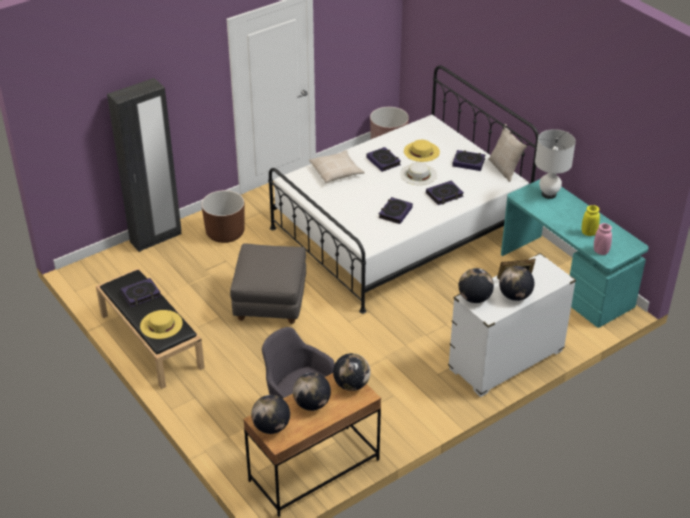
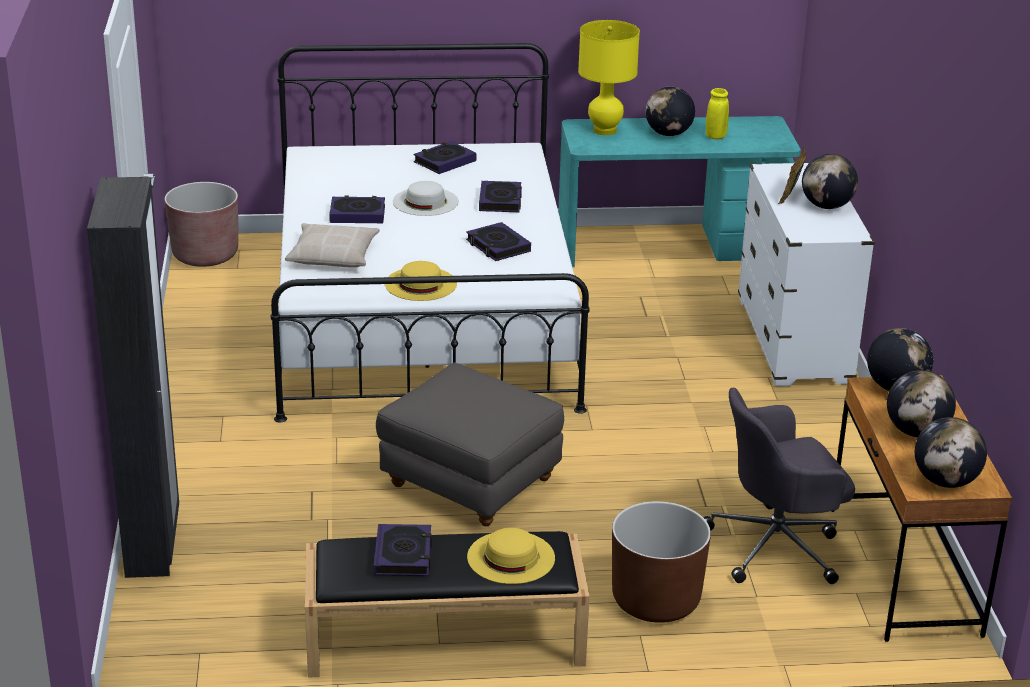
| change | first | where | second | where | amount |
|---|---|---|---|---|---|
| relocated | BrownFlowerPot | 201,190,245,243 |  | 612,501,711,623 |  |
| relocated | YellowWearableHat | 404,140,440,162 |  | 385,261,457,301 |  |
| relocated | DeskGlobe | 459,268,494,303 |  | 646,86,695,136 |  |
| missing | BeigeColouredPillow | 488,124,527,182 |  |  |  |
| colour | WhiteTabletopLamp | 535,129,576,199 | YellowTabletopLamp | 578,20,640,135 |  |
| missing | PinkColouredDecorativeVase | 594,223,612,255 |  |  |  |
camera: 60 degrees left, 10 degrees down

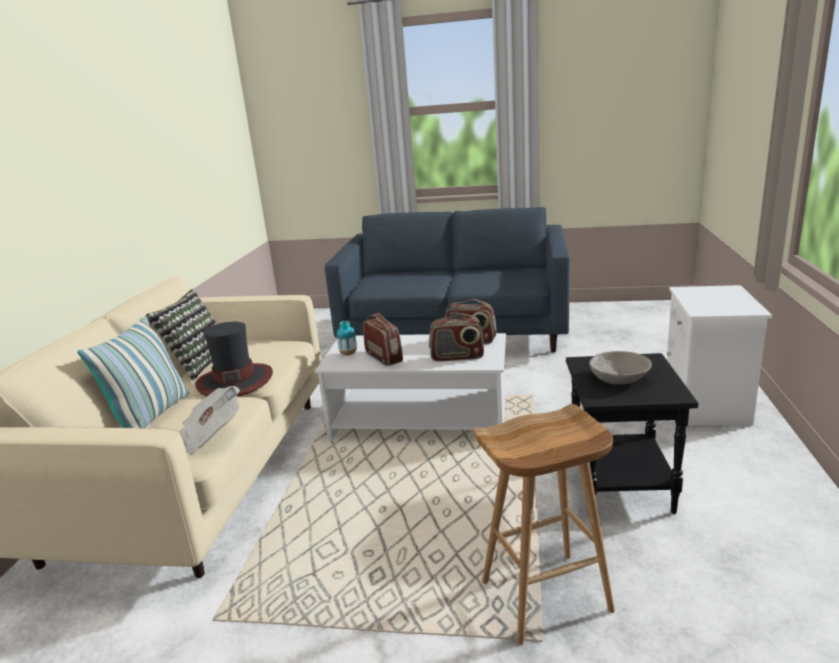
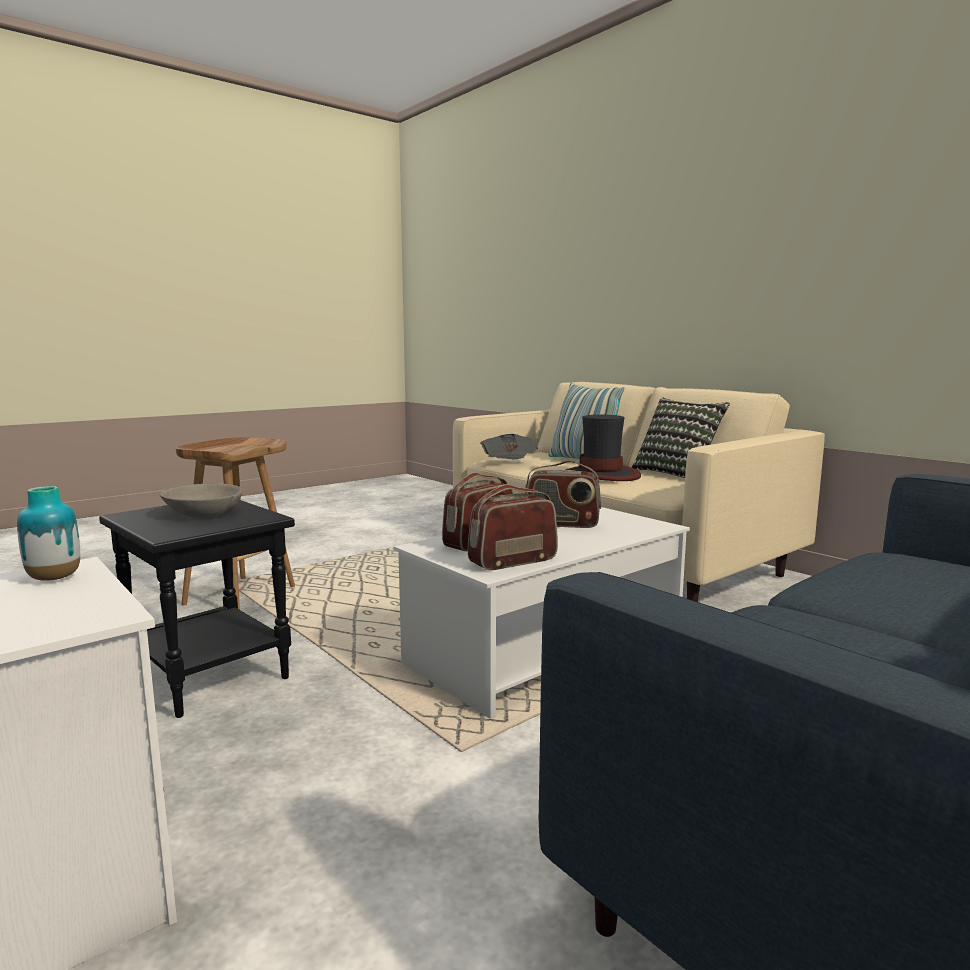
| change | first | where | second | where | amount |
|---|---|---|---|---|---|
| relocated | DecorativeVase | 337,321,357,356 |  | 17,486,80,581 |  |
camera: 130 degrees right, 10 degrees down

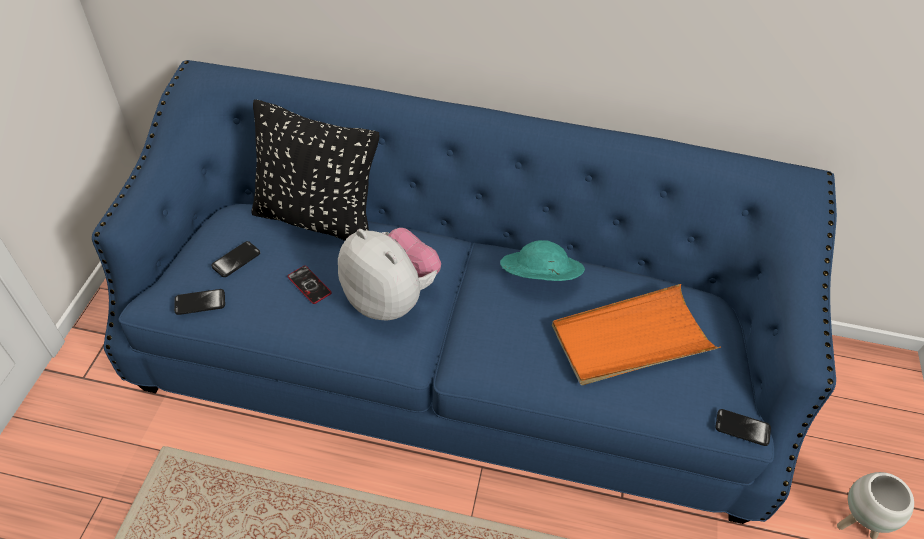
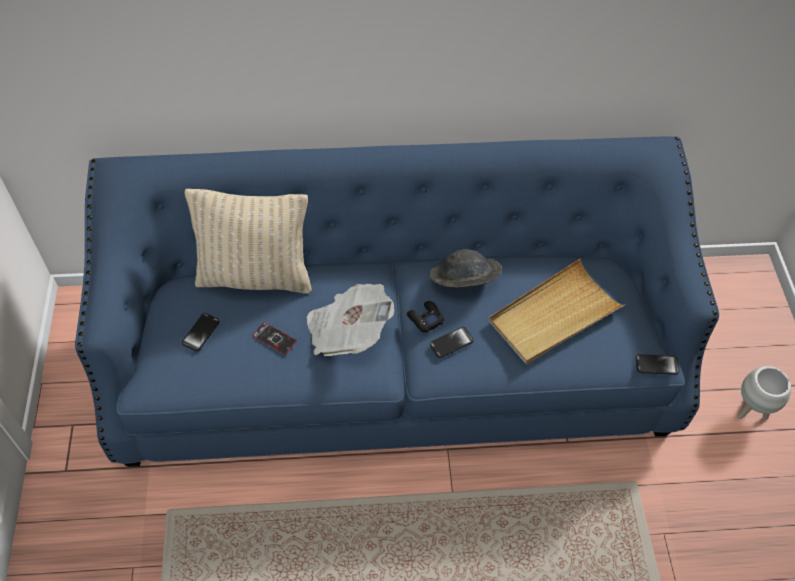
| change | first | where | second | where | amount |
|---|---|---|---|---|---|
| relocated | Telephone | 174,289,225,315 |  | 430,327,474,358 |  |
| colour | BlackishPillow | 251,99,379,241 | BeigeColouredPillow | 185,189,312,294 |  |
| exchanged | PlushToy | 338,228,441,321 | PrintedPaper | 306,284,394,356 |  |
| colour | BlueGreenWearableHat | 500,240,585,281 | GreyishWearableHat | 429,249,502,288 |  |
| colour | OrangeColouredTray | 552,284,721,385 | BeigeColouredTray | 488,259,626,364 |  |
| appeared |  |  | BlackishGameController | 407,301,444,333 |  |
camera: 15 degrees left, 5 degrees up

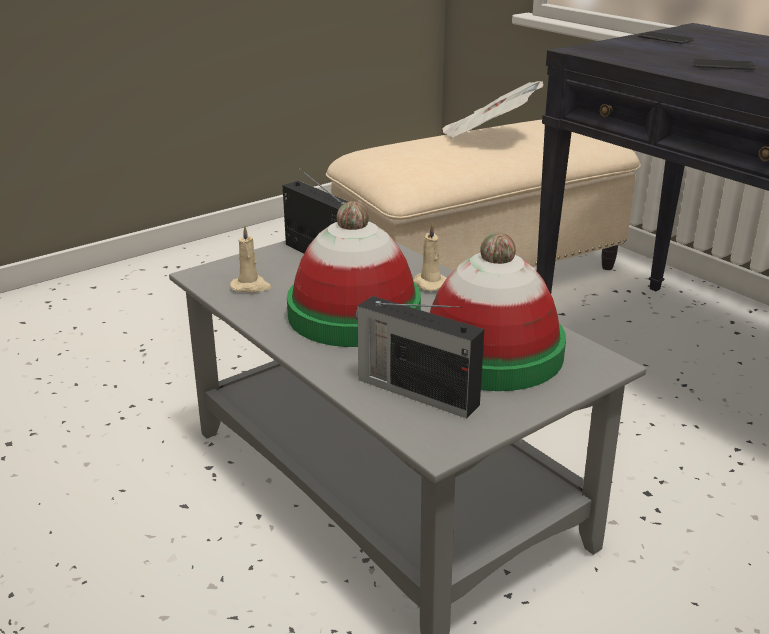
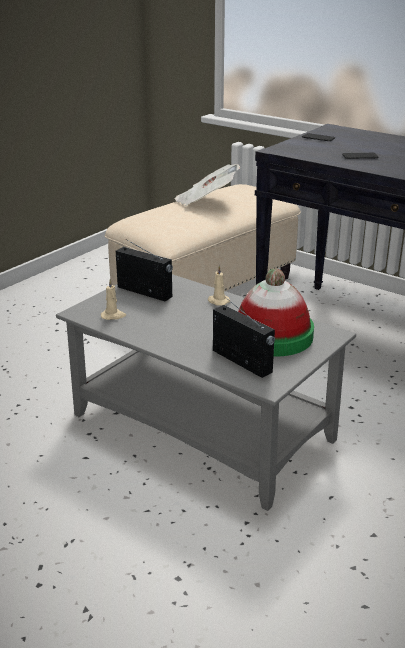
| change | first | where | second | where | amount |
|---|---|---|---|---|---|
| missing | WearableHat | 287,201,421,347 |  |  |  |
| spun | Radio | 356,296,484,418 |  | 213,298,275,378 | 150 degrees counterclockwise |
camera: 15 degrees left, 0 degrees up

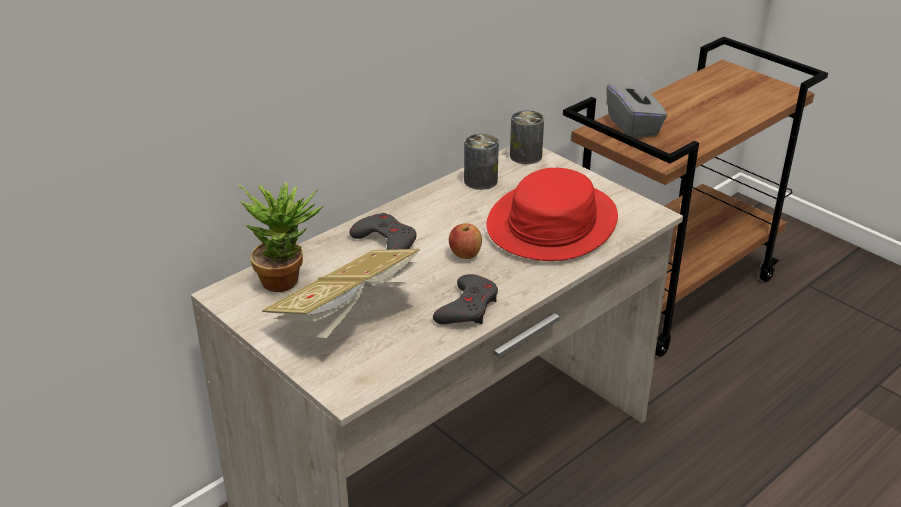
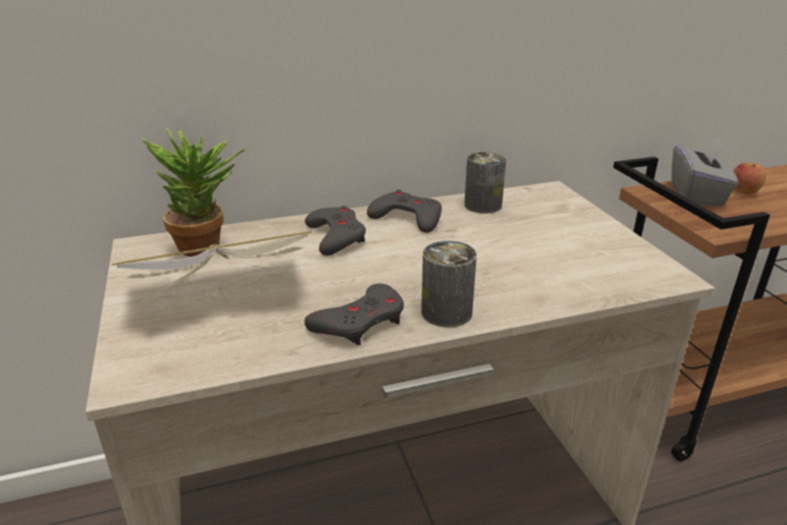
| change | first | where | second | where | amount |
|---|---|---|---|---|---|
| relocated | AppleFruit | 449,223,482,259 |  | 733,163,766,195 |  |
| missing | ReddishWearableHat | 486,168,618,261 |  |  |  |
| relocated | Can | 510,110,544,164 |  | 421,241,477,327 |  |
| appeared |  |  | GreyishGameController | 367,190,442,233 |  |
camera: 25 degrees right, 5 degrees down

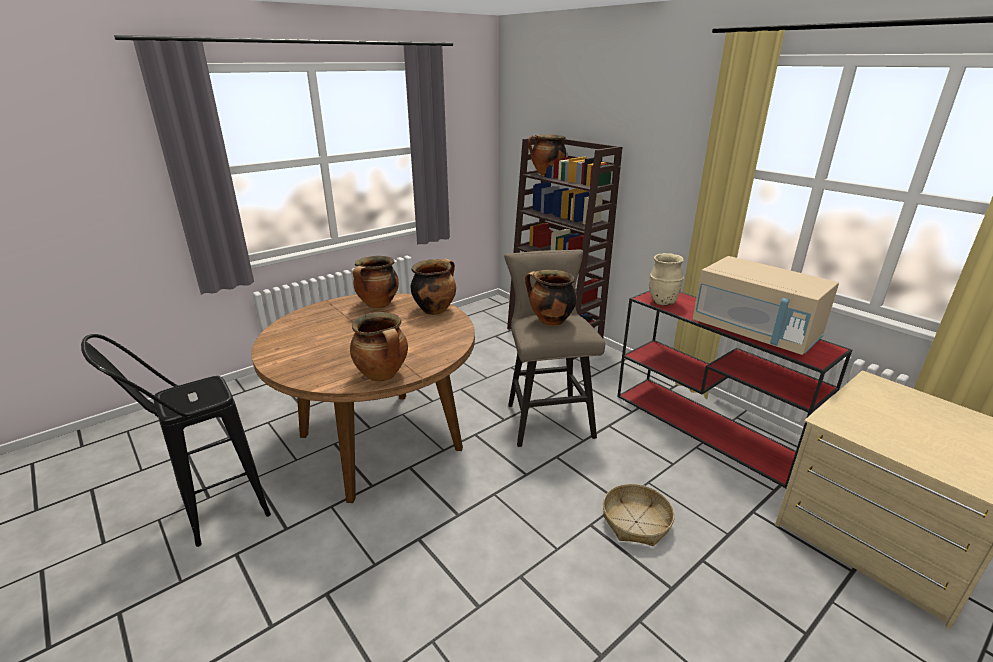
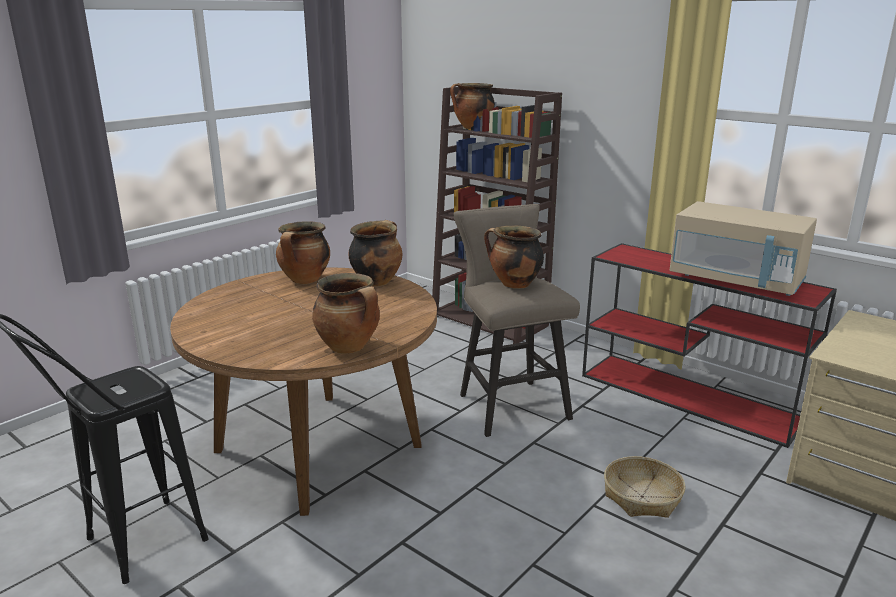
| change | first | where | second | where | amount |
|---|---|---|---|---|---|
| missing | BeigeColouredDecorativeVase | 649,253,684,305 |  |  |  |
camera: 10 degrees left, 5 degrees down

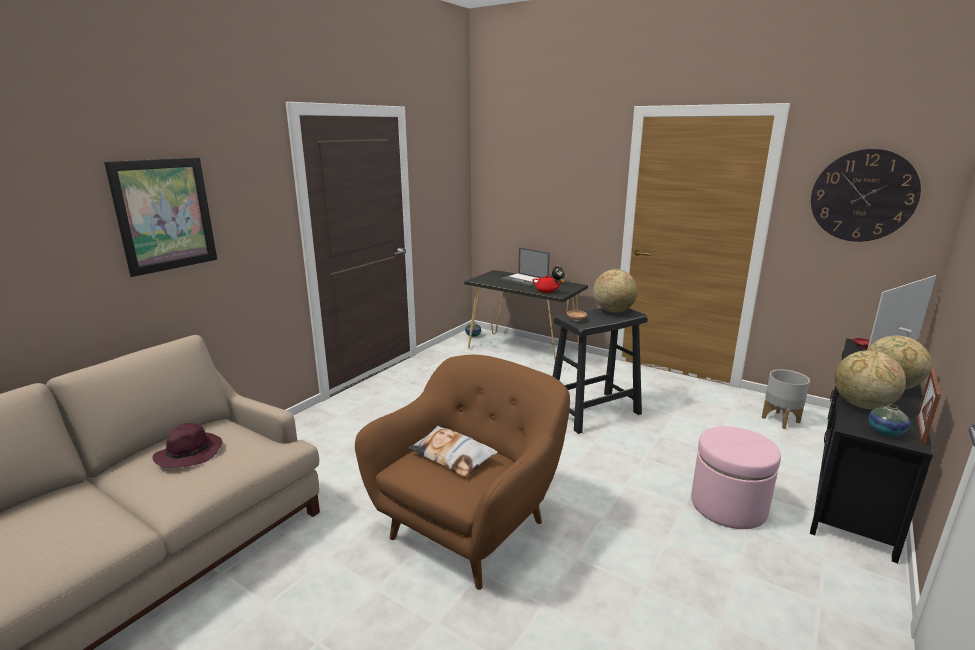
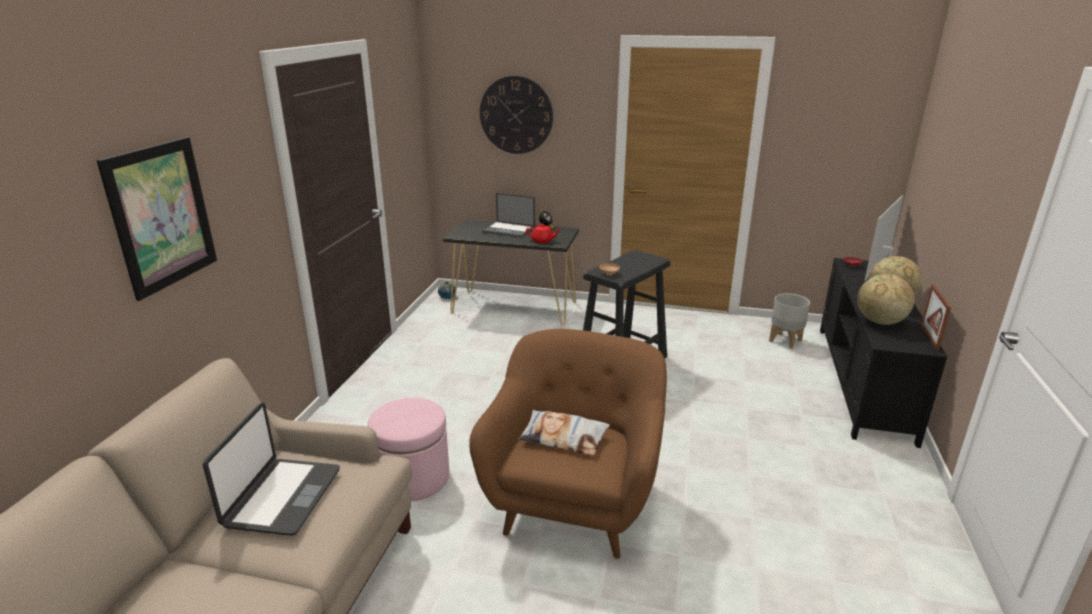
| change | first | where | second | where | amount |
|---|---|---|---|---|---|
| exchanged | PurpleWearableHat | 153,423,222,468 | NotebookComputer | 203,403,340,536 |  |
| missing | DeskGlobe | 593,269,638,313 |  |  |  |
| relocated | PinkColouredOttoman | 691,426,781,529 |  | 368,398,449,501 |  |
| relocated | HangingClock | 811,149,921,242 |  | 480,76,553,154 |  |
| missing | DecorativeVase | 869,405,910,437 |  |  |  |
camera: 20 degrees left, 5 degrees up

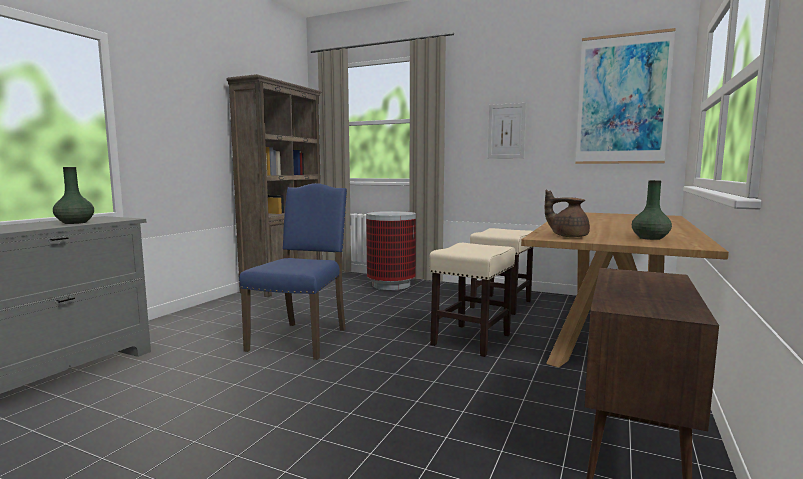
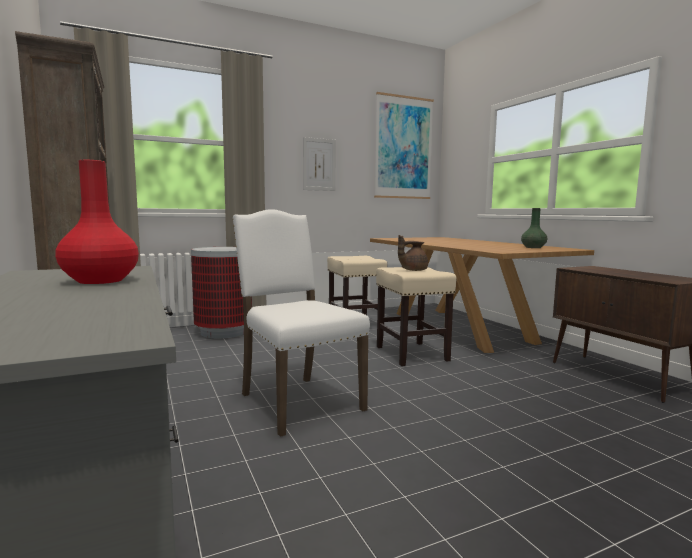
| change | first | where | second | where | amount |
|---|---|---|---|---|---|
| colour | GreenishDecorativeVase | 53,167,94,224 | ReddishDecorativeVase | 55,160,139,284 |  |
| colour | BluePlainChair | 239,183,347,360 | WhitePlainChair | 233,209,370,437 |  |
| relocated | BrownPotForTea | 545,189,590,237 |  | 398,235,428,271 |  |
camera: 50 degrees left, 0 degrees up

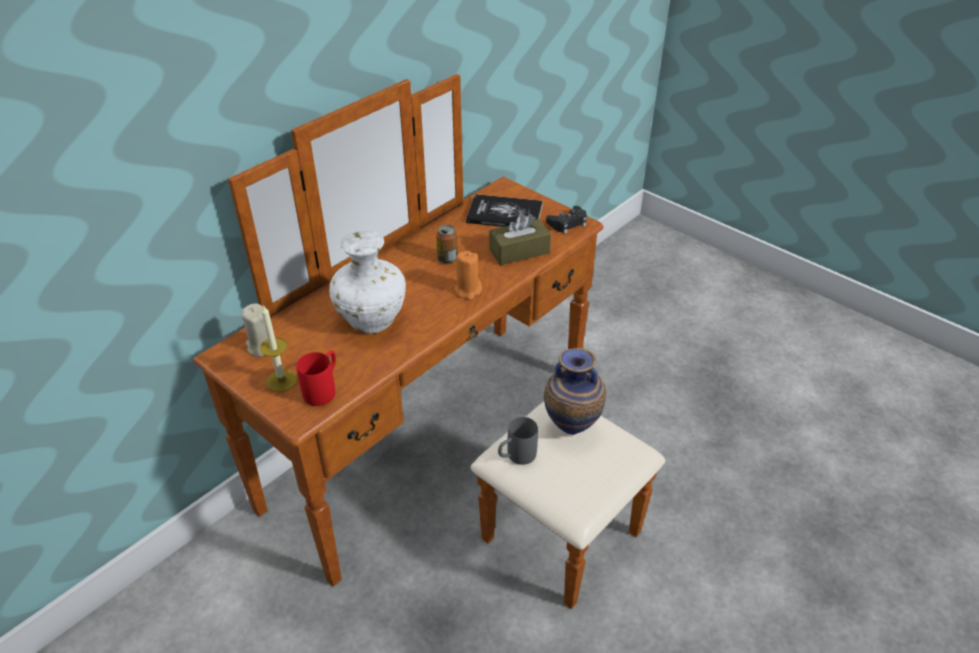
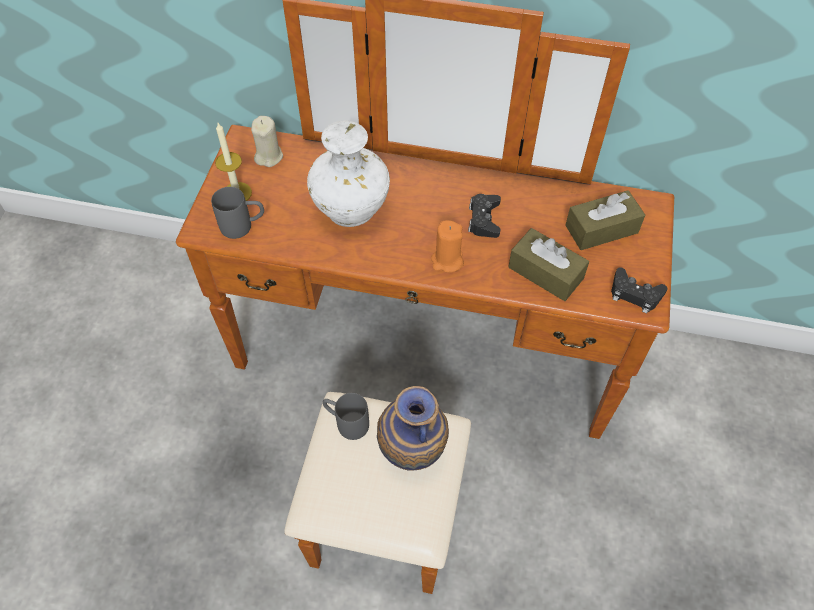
| change | first | where | second | where | amount |
|---|---|---|---|---|---|
| colour | ReddishCoffeeMug | 296,350,336,406 | GreyishCoffeeMug | 211,187,264,239 |  |
| exchanged | Can | 436,225,458,264 | BlackishGameController | 468,194,501,238 |  |
| exchanged | BoundBook | 466,194,543,227 | BrownTissueHolder | 565,190,645,250 |  |
camera: 60 degrees right, 15 degrees up

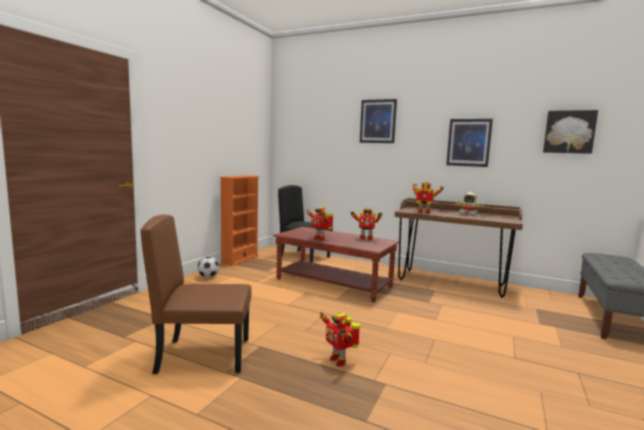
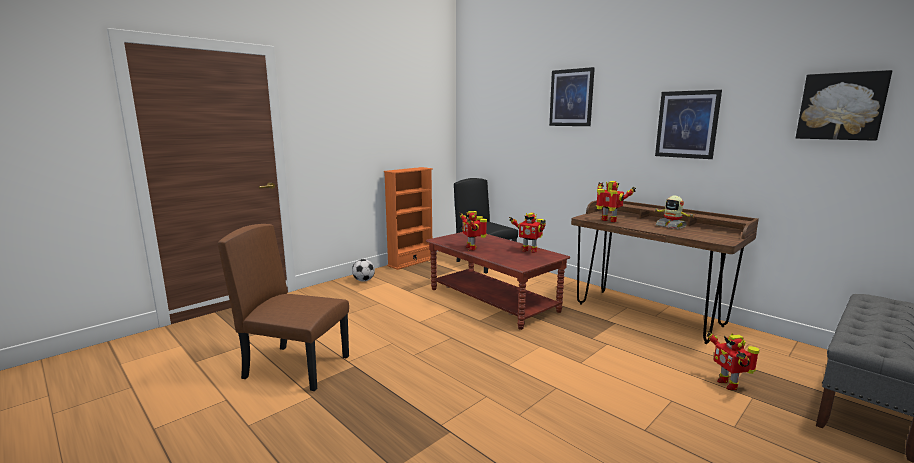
| change | first | where | second | where | amount |
|---|---|---|---|---|---|
| relocated | ModelRobot | 320,312,360,366 |  | 707,330,759,390 |  |
camera: 20 degrees right, 5 degrees up

